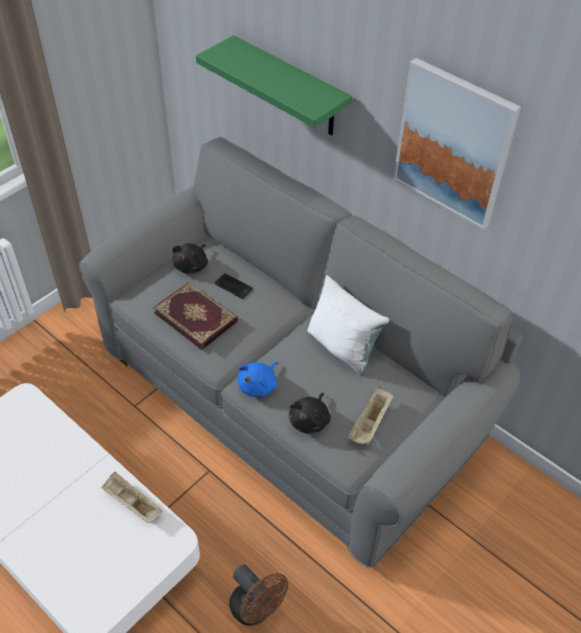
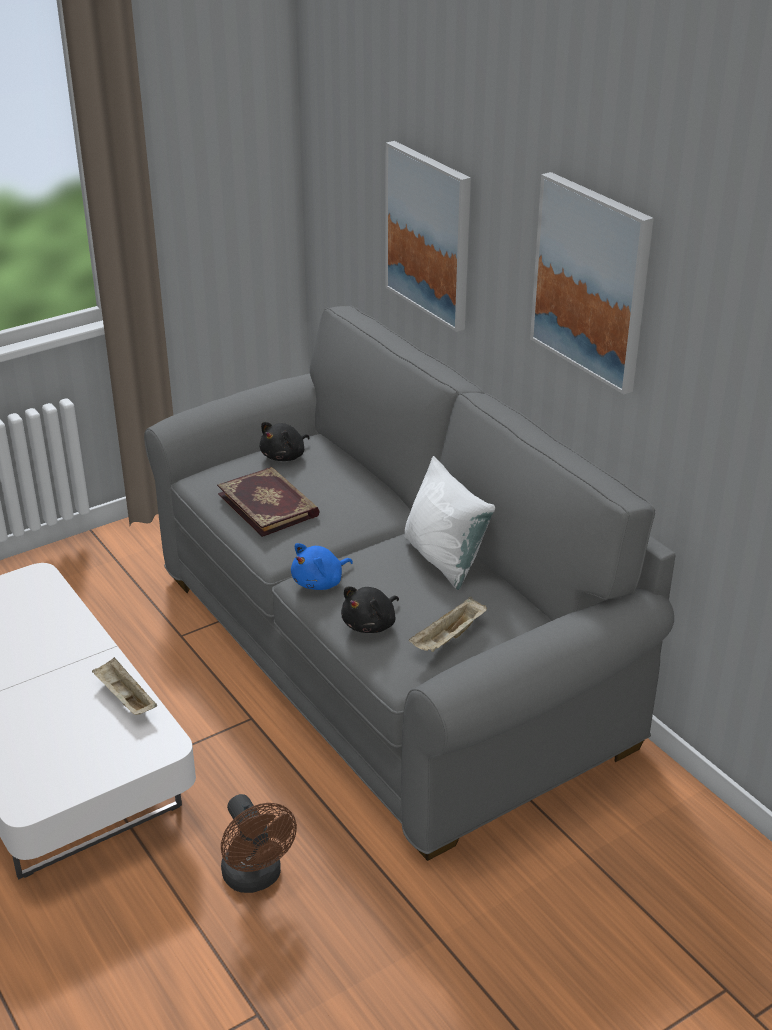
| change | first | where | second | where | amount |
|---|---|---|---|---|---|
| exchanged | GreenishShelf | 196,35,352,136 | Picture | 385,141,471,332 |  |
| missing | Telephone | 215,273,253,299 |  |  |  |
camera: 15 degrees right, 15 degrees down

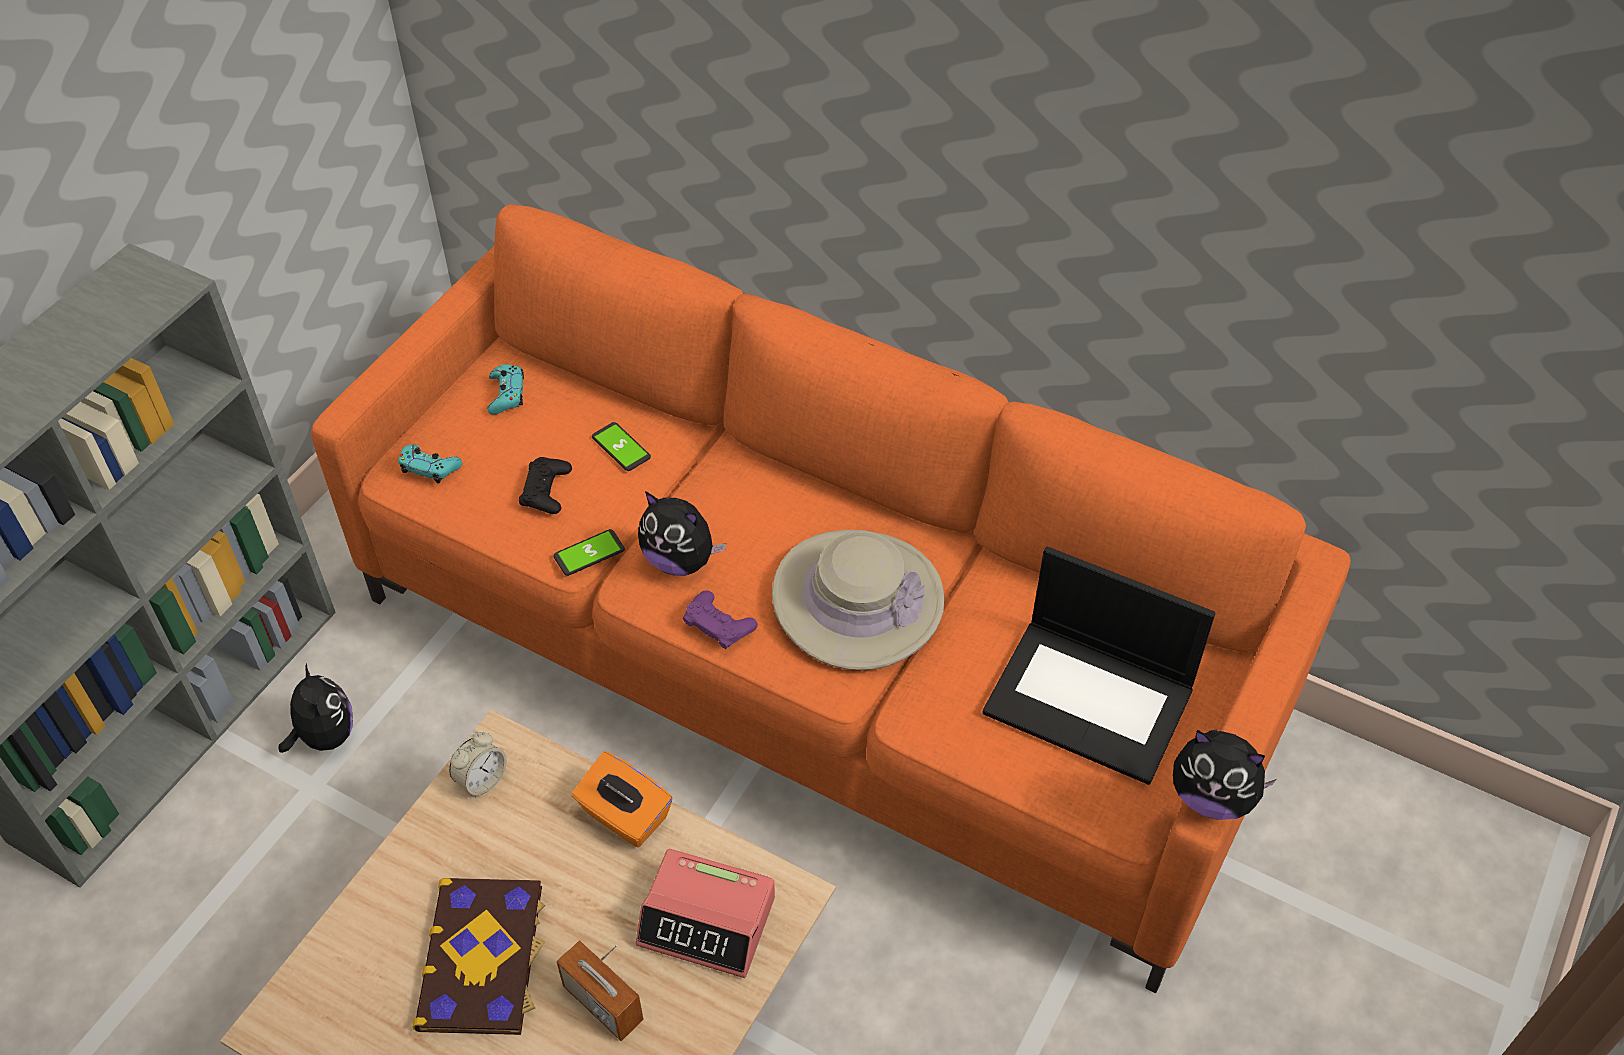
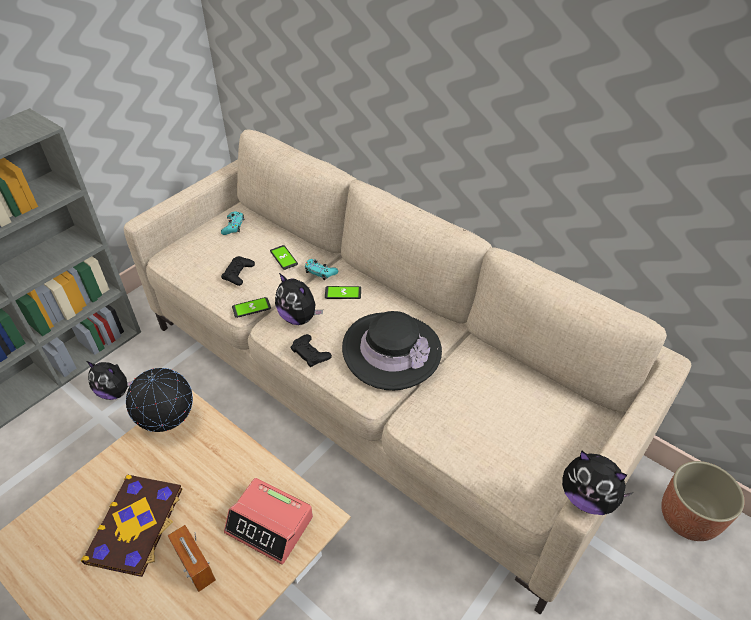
| change | first | where | second | where | amount |
|---|---|---|---|---|---|
| spun | PlushToy | 278,663,353,753 |  | 87,361,133,400 | 120 degrees clockwise |
| colour | OrangeColouredCouch | 311,204,1351,993 | BeigeColouredCouch | 124,129,691,615 |  |
| relocated | BlueGreenGameController | 398,444,462,483 |  | 305,259,338,280 |  |
| exchanged | TableClock | 449,732,507,798 | DeskGlobe | 126,368,193,432 |  |
| missing | OrangeColouredTissueHolder | 572,751,673,848 |  |  |  |
| colour | PurpleGameController | 683,590,758,649 | BlackishGameController | 290,334,332,368 |  |
| colour | BeigeColouredWearableHat | 772,530,945,670 | BlackishWearableHat | 342,311,442,390 |  |
| missing | NotebookComputer | 983,547,1215,785 |  |  |  |
| appeared |  |  | Telephone | 325,286,361,299 |  |
| appeared |  |  | FlowerPot | 661,461,745,541 |  |
camera: 10 degrees right, 5 degrees down

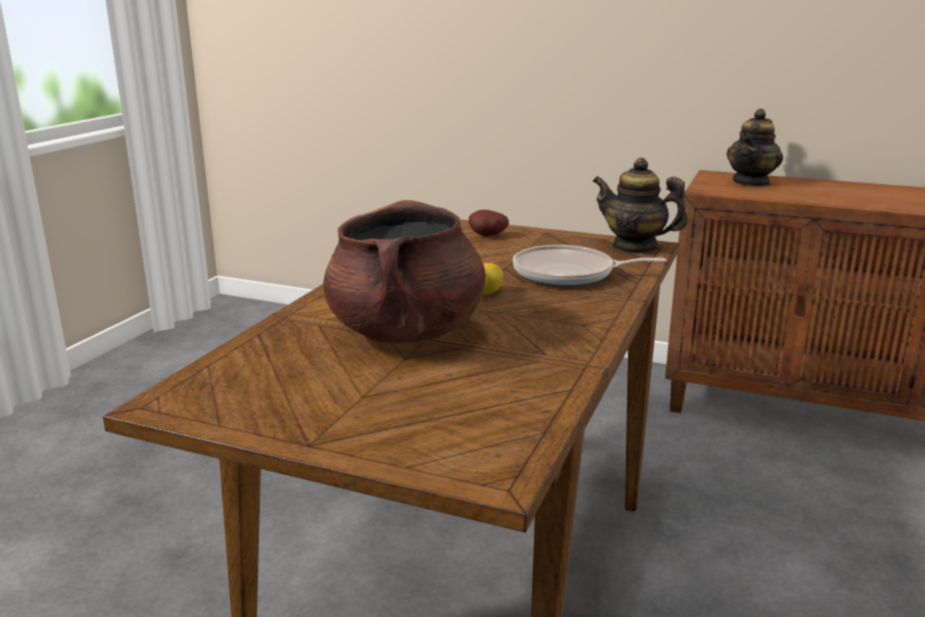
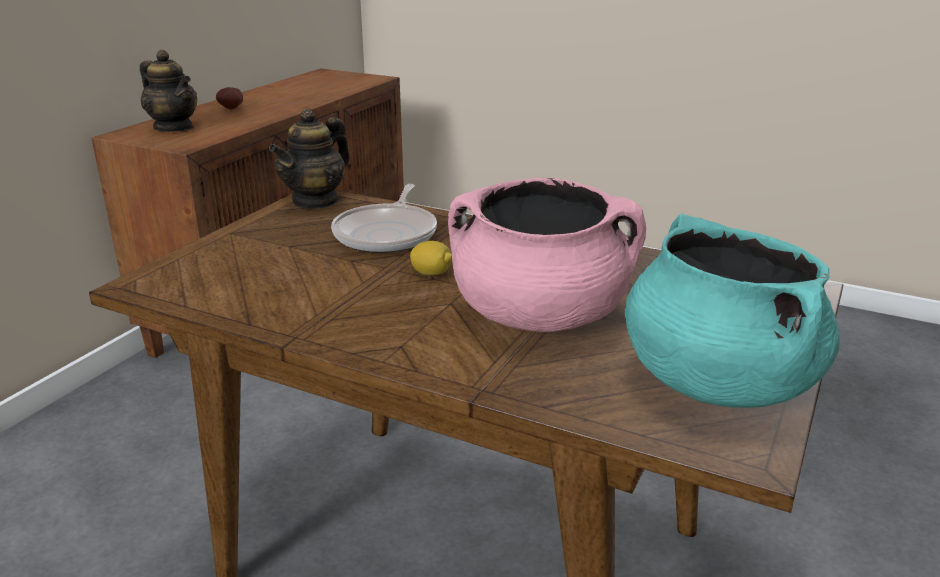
| change | first | where | second | where | amount |
|---|---|---|---|---|---|
| colour | BrownCookingPot | 323,200,486,343 | PinkColouredCookingPot | 448,178,646,332 |  |
| relocated | WholePotato | 469,210,509,236 |  | 216,87,243,109 |  |
| appeared |  |  | BlueGreenCookingPot | 625,214,840,408 |  |
camera: 85 degrees left, 5 degrees up

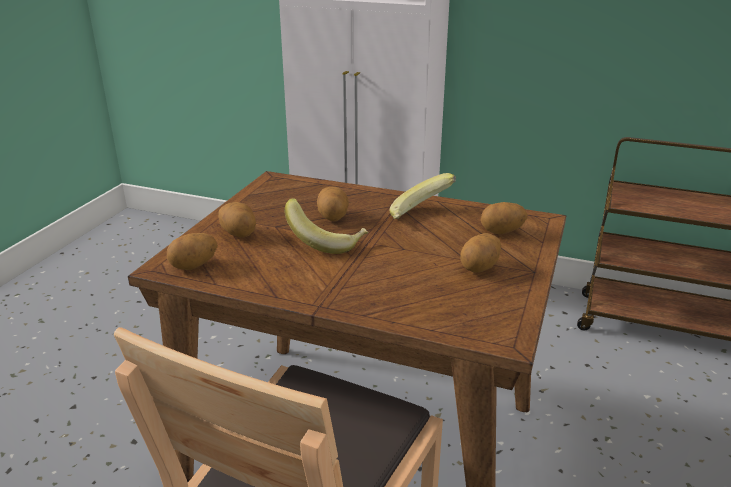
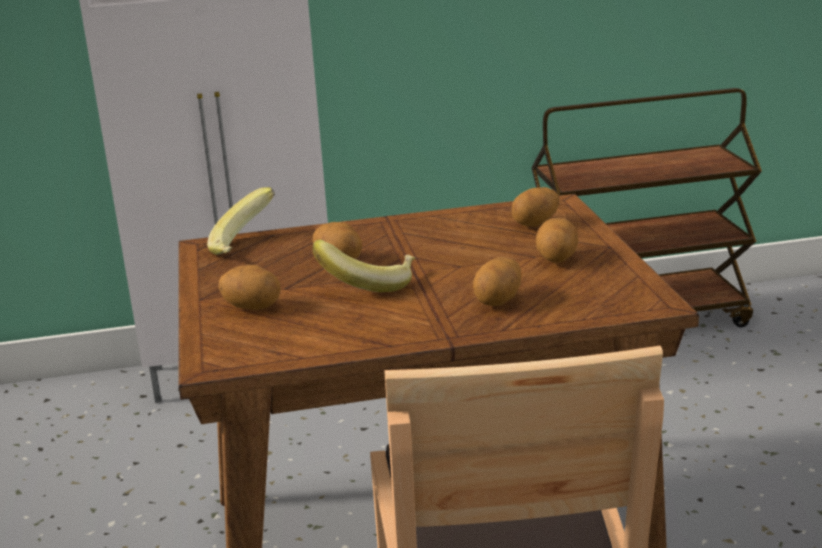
| change | first | where | second | where | amount |
|---|---|---|---|---|---|
| relocated | WholePotato | 166,233,218,270 |  | 473,257,521,306 |  |
| relocated | WholeBanana | 390,173,456,219 |  | 207,187,275,255 |  |
camera: 30 degrees left, 5 degrees down

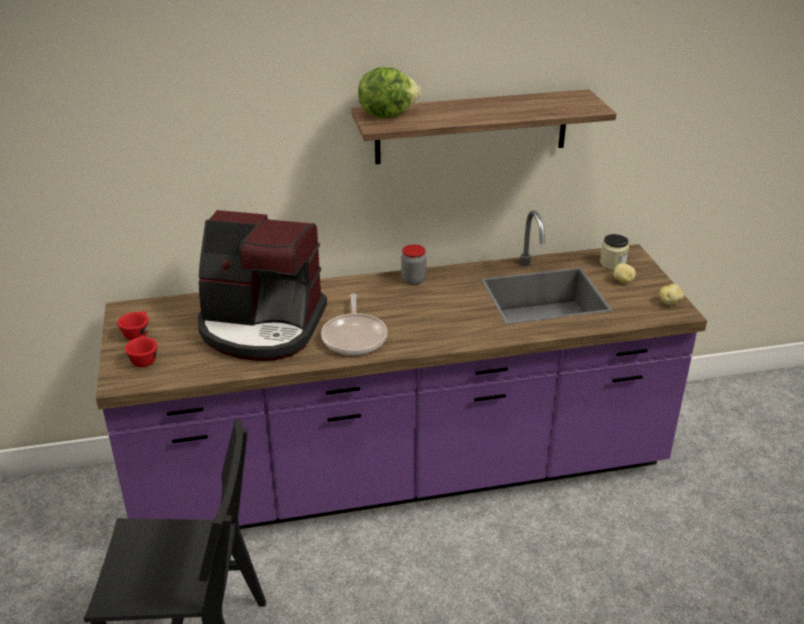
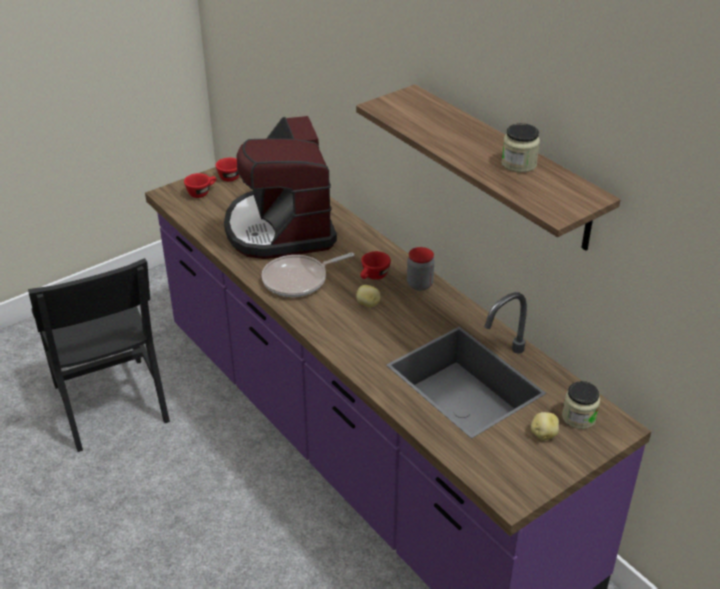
| change | first | where | second | where | amount |
|---|---|---|---|---|---|
| missing | Lettuce | 358,67,421,118 |  |  |  |
| relocated | WholePotato | 659,284,684,305 |  | 356,285,380,307 |  |
| appeared |  |  | ReddishSmallCup | 361,251,391,280 |  |
| appeared |  |  | PreserveJar | 501,123,540,173 |  |
camera: 65 degrees right, 5 degrees up

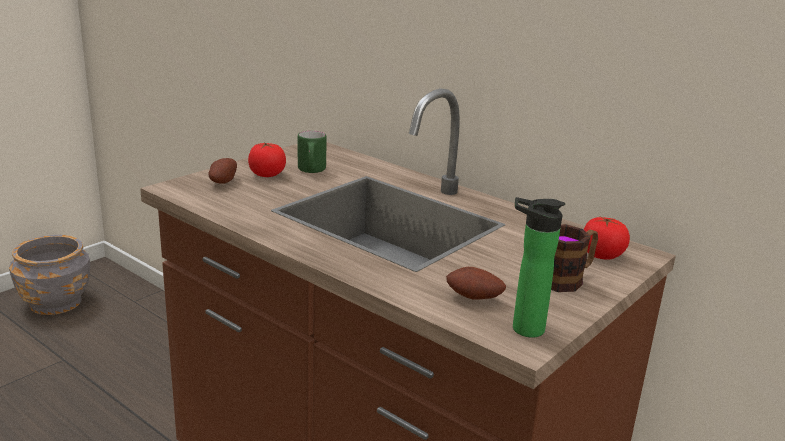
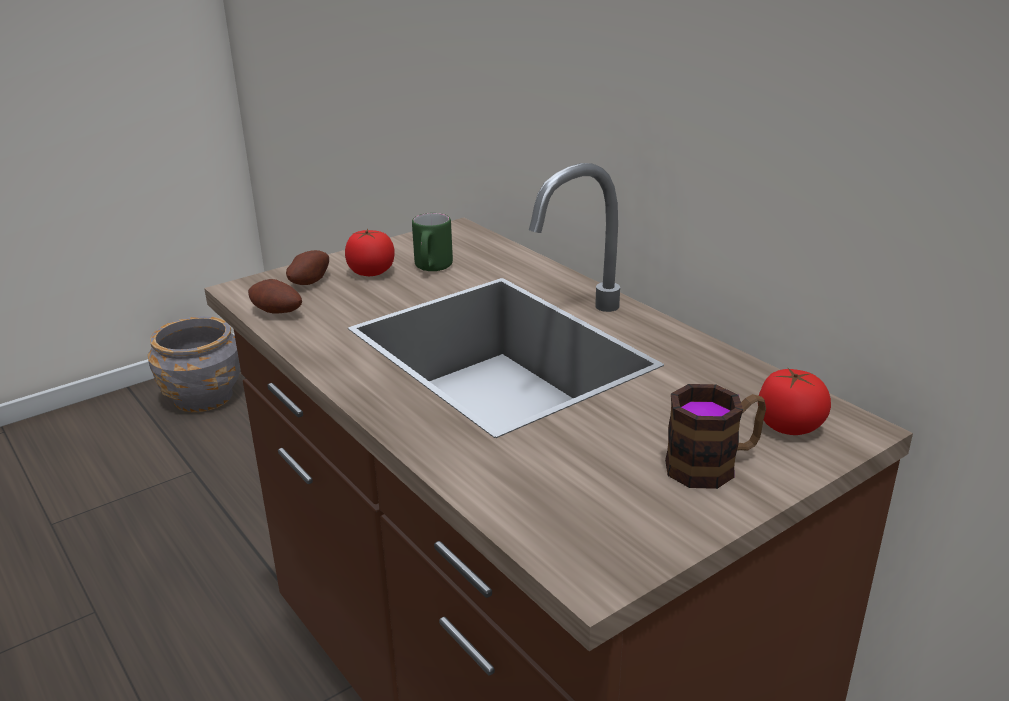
| change | first | where | second | where | amount |
|---|---|---|---|---|---|
| relocated | WholePotato | 446,267,506,300 |  | 248,279,302,314 |  |
| missing | BeverageBottle | 513,197,565,338 |  |  |  |
camera: 15 degrees right, 5 degrees up

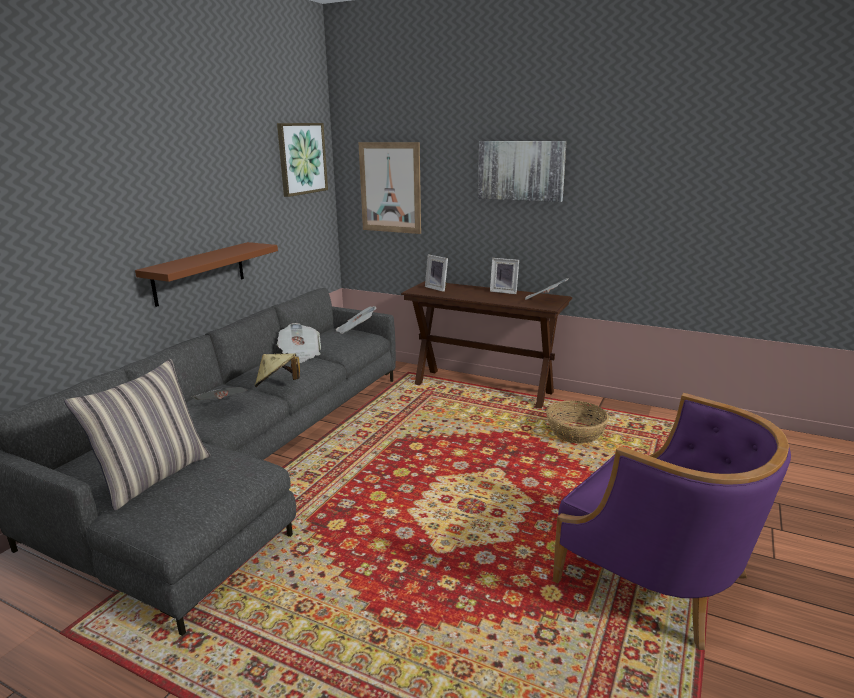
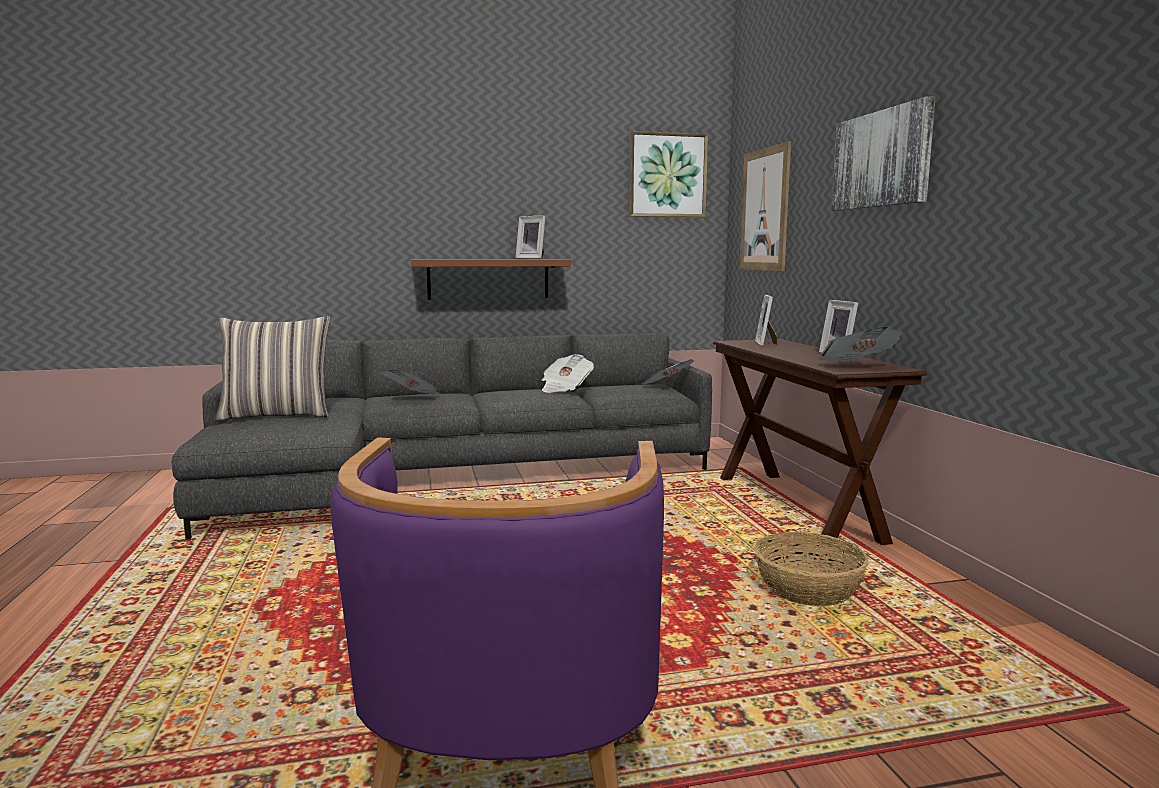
| change | first | where | second | where | amount |
|---|---|---|---|---|---|
| missing | BeigeColouredWearableHat | 255,353,300,387 |  |  |  |
| appeared |  |  | StandingFrame | 516,215,545,259 |  |
camera: 50 degrees right, 10 degrees down

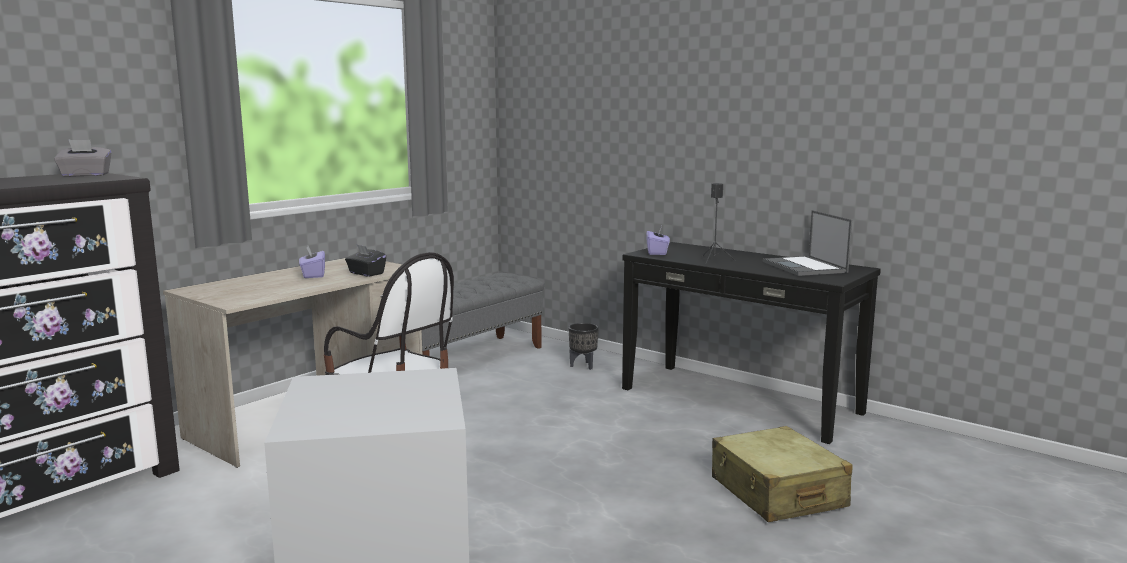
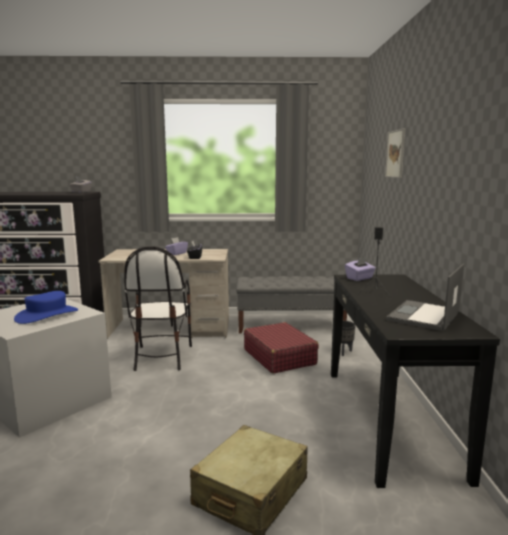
| change | first | where | second | where | amount |
|---|---|---|---|---|---|
| appeared |  |  | BlueWearableHat | 14,291,78,324 |  |
| appeared |  |  | ReddishSuitcase | 244,322,319,374 |  |
| appeared |  |  | Picture | 385,128,405,178 |  |
camera: 50 degrees right, 0 degrees up

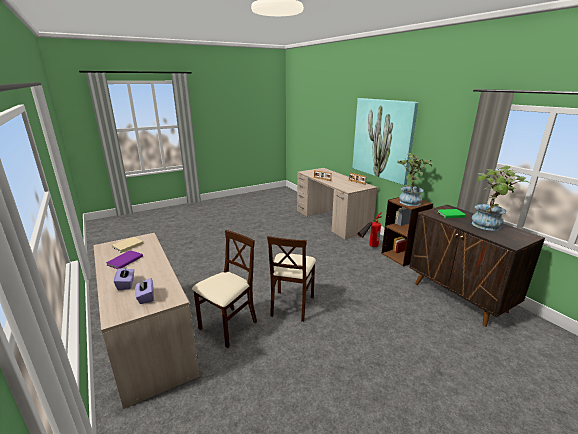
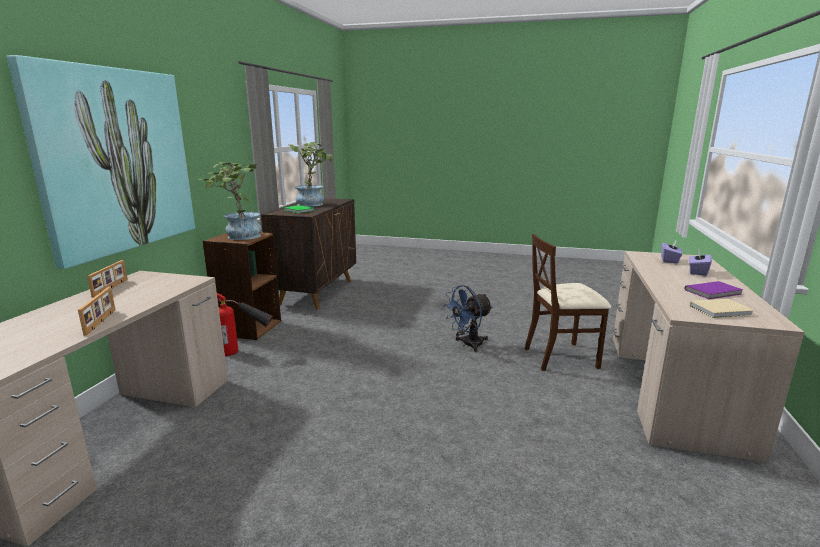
| change | first | where | second | where | amount |
|---|---|---|---|---|---|
| exchanged | BeigeColouredPlainChair | 267,236,316,322 | BlueFan | 443,285,493,352 |  |
camera: 135 degrees left, 5 degrees down

